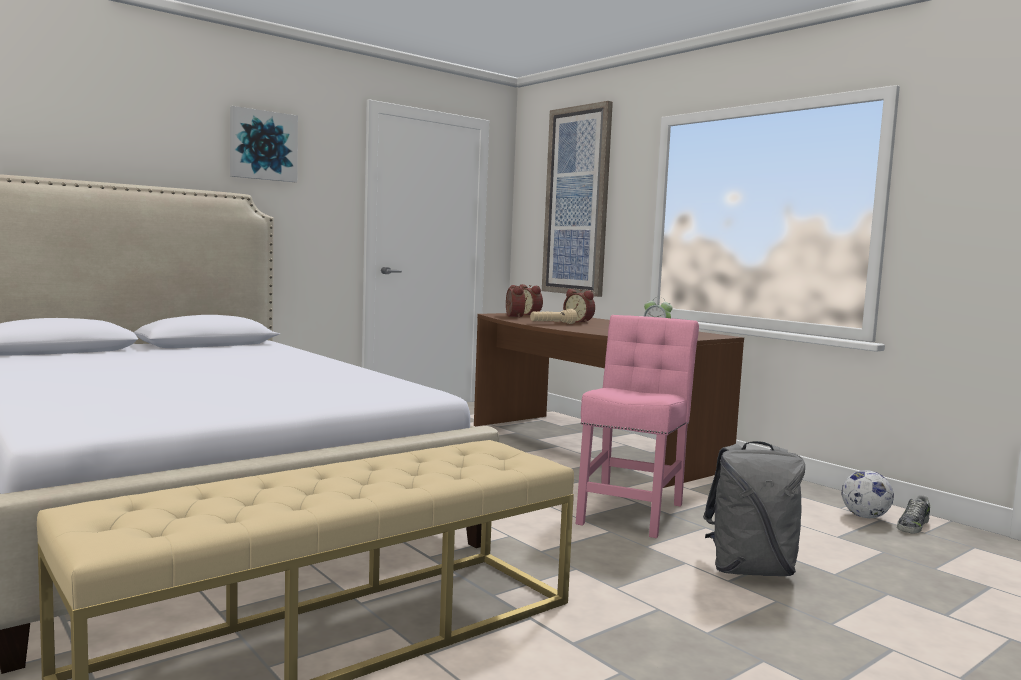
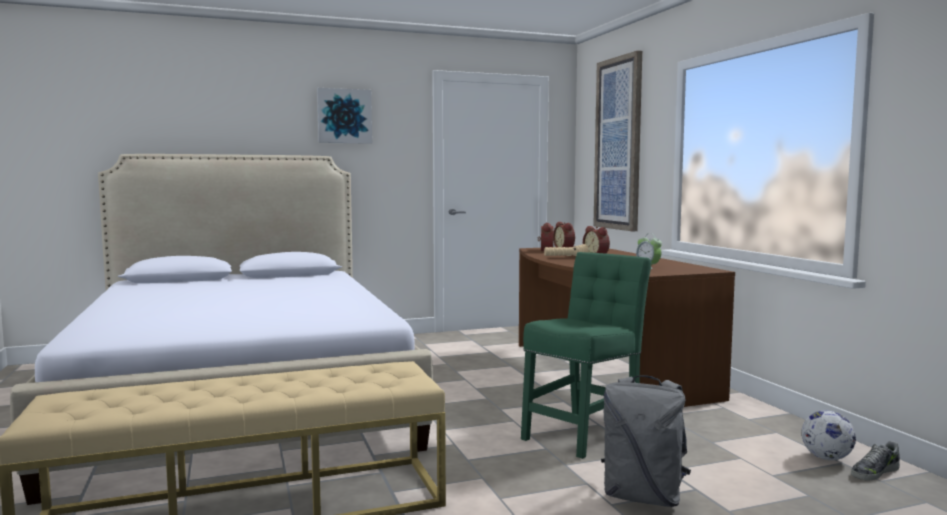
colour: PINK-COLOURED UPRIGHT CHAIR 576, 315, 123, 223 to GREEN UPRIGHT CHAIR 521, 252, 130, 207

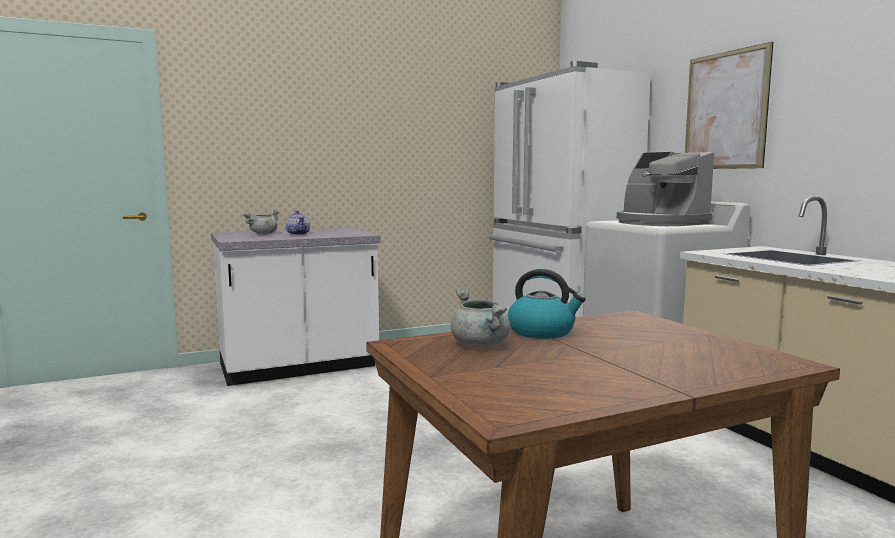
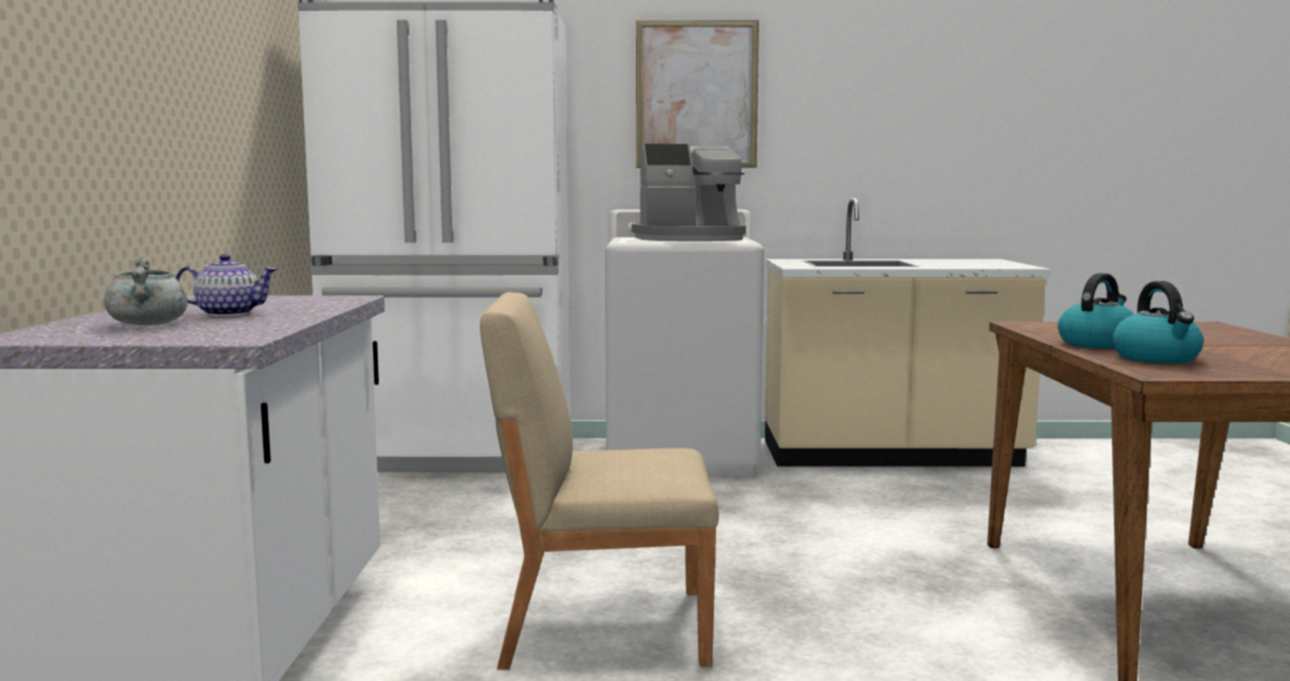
appeared: SAND-COLOURED UPRIGHT CHAIR 480, 292, 239, 378
exchanged: GREY SAUCEPOT 451, 289, 59, 57 to WATER KETTLE 1112, 281, 92, 83

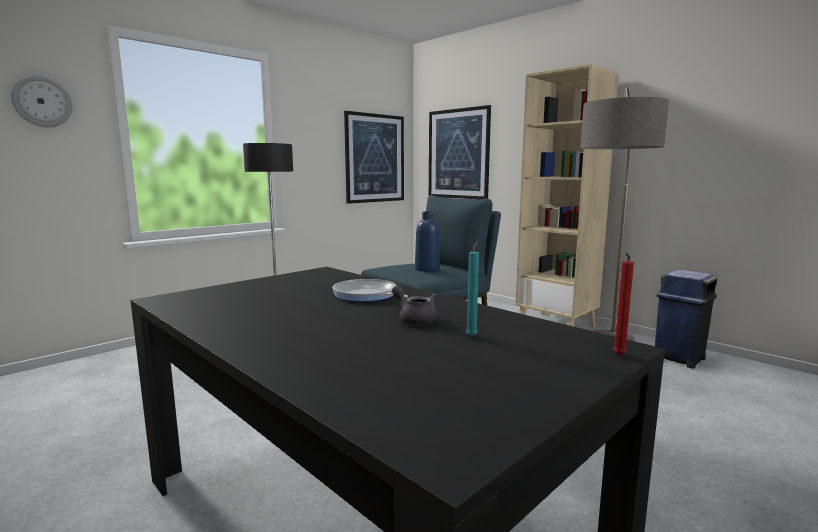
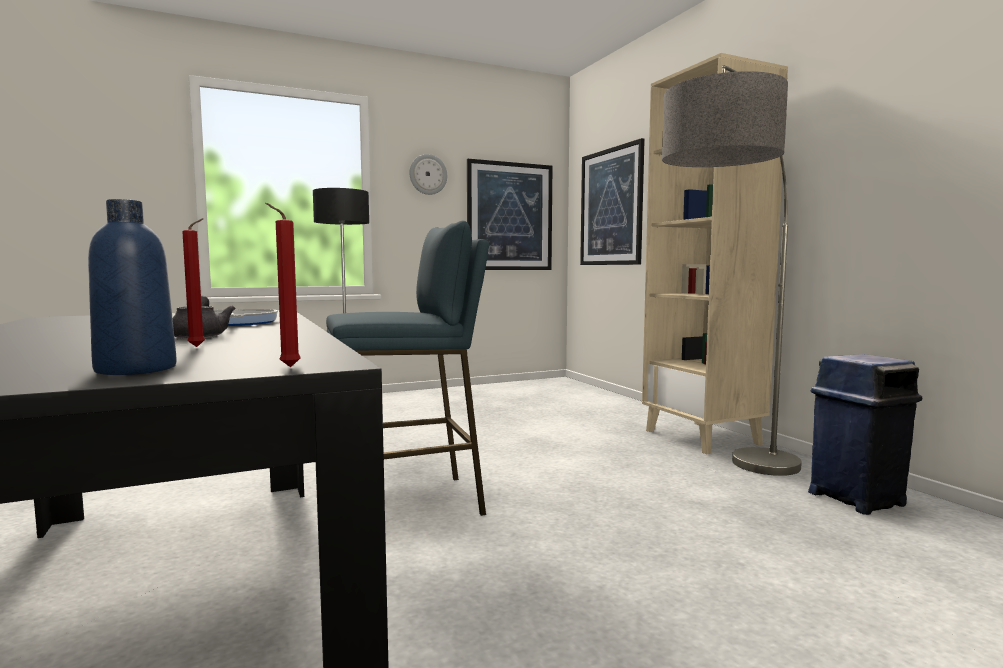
relocated: HANGING CLOCK 11, 75, 62, 52 to 410, 154, 37, 41; BLUE BEVERAGE BOTTLE 415, 211, 25, 61 to 88, 199, 89, 176
colour: TURQUOISE-COLOURED WAX CANDLE 466, 241, 13, 96 to REDDISH WAX CANDLE 182, 218, 23, 129

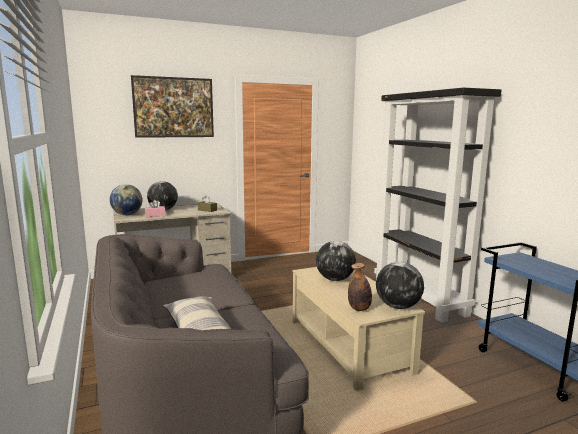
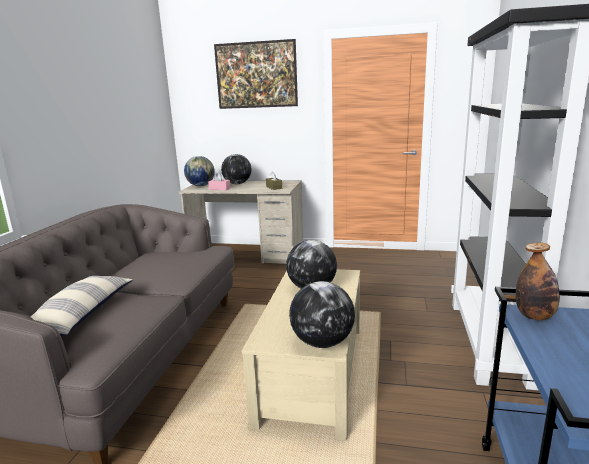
relocated: BEVERAGE BOTTLE 348, 263, 24, 48 to 516, 242, 44, 78

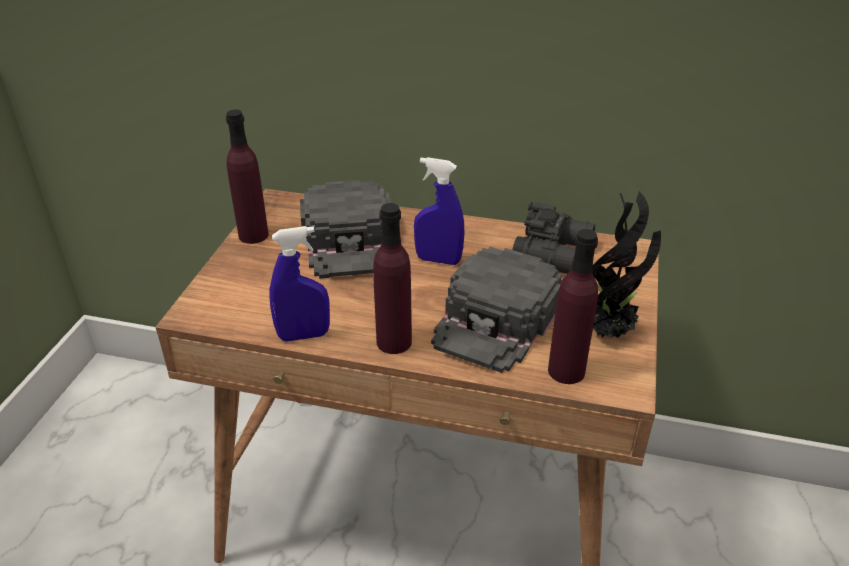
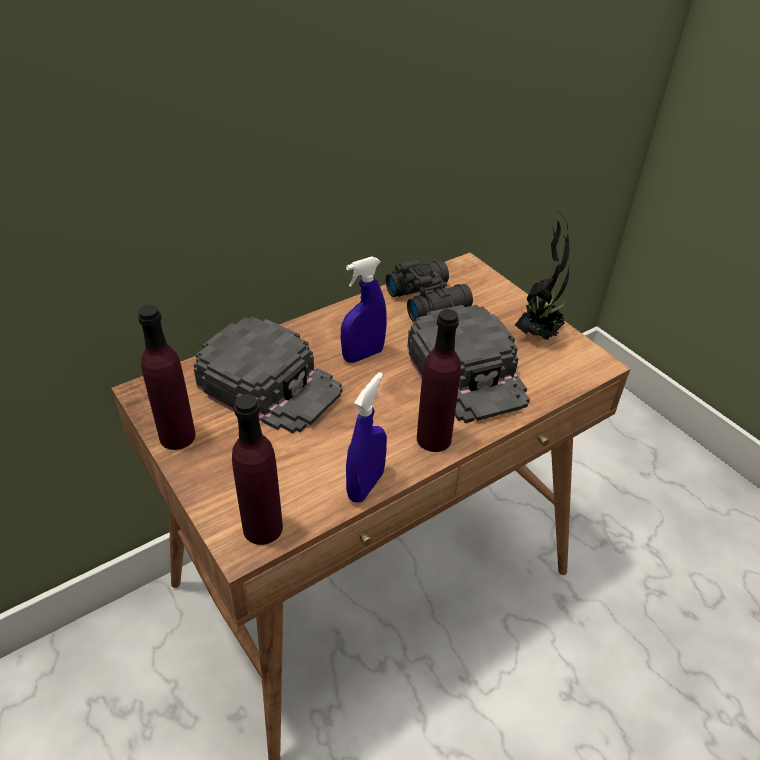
relocated: PURPLE-COLOURED BEVERAGE BOTTLE 548, 229, 50, 155 to 232, 394, 51, 151

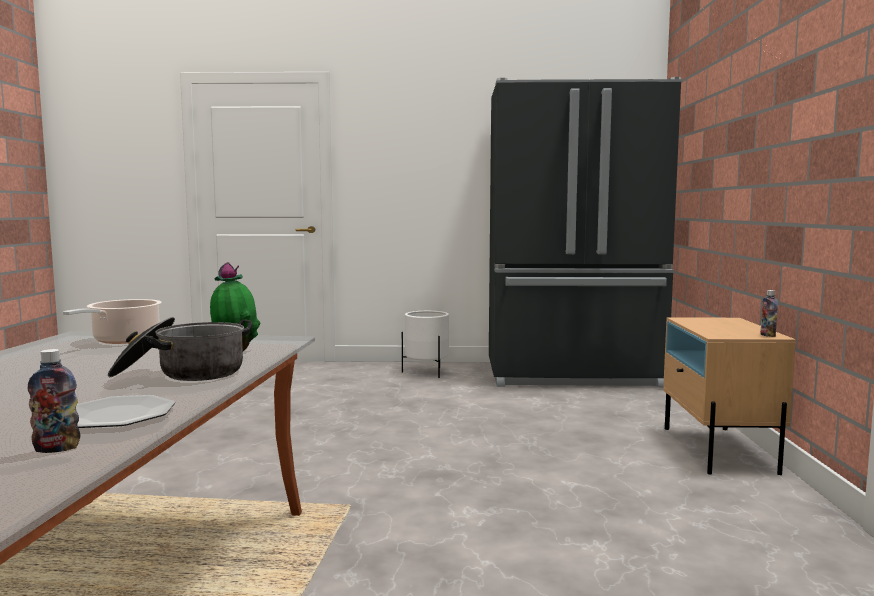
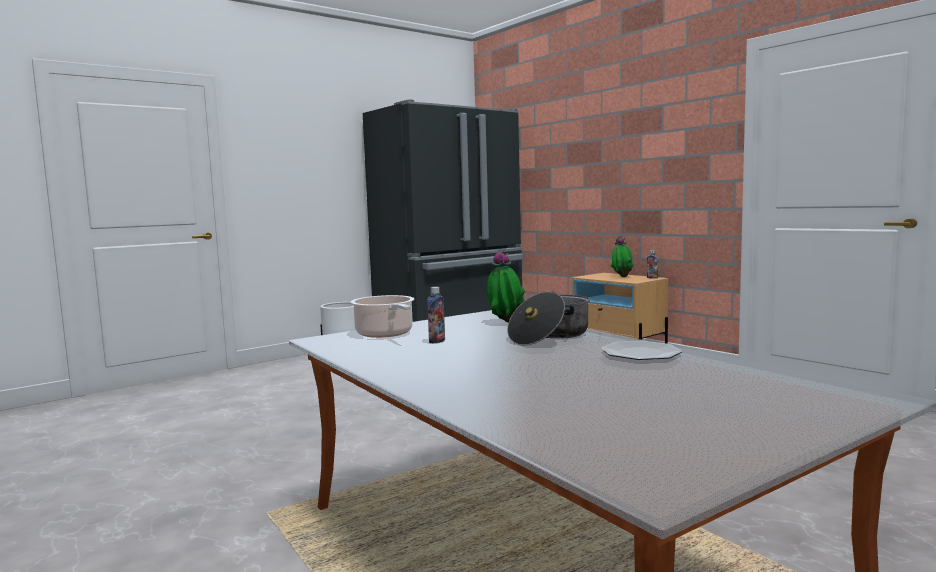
appeared: HOUSEPLANT 611, 236, 23, 41
relocated: BEVERAGE BOTTLE 28, 349, 52, 104 to 427, 287, 18, 56

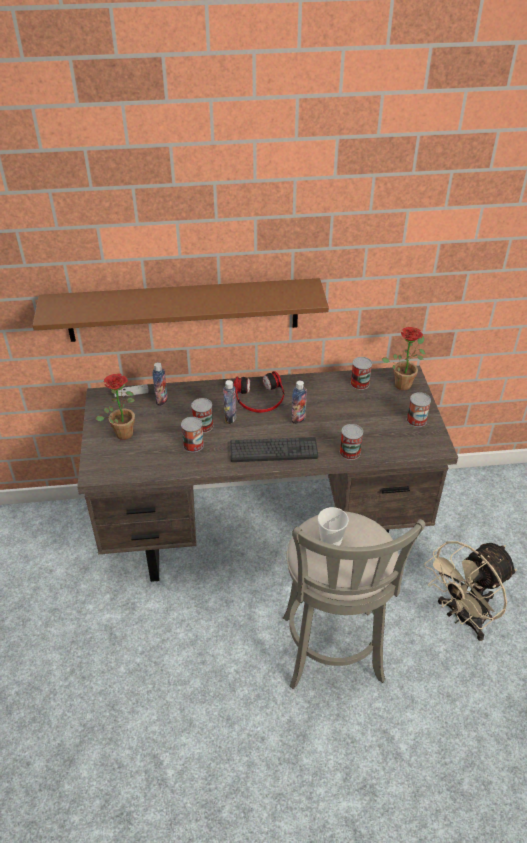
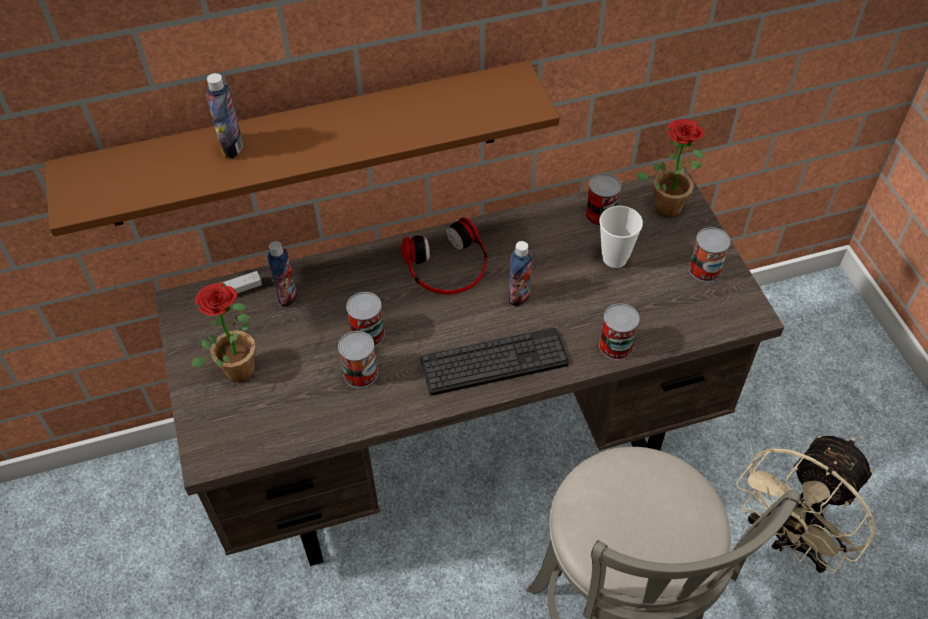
relocated: BEVERAGE BOTTLE 223, 380, 13, 44 to 206, 73, 37, 85; SMALL CUP 318, 507, 31, 39 to 600, 206, 43, 62

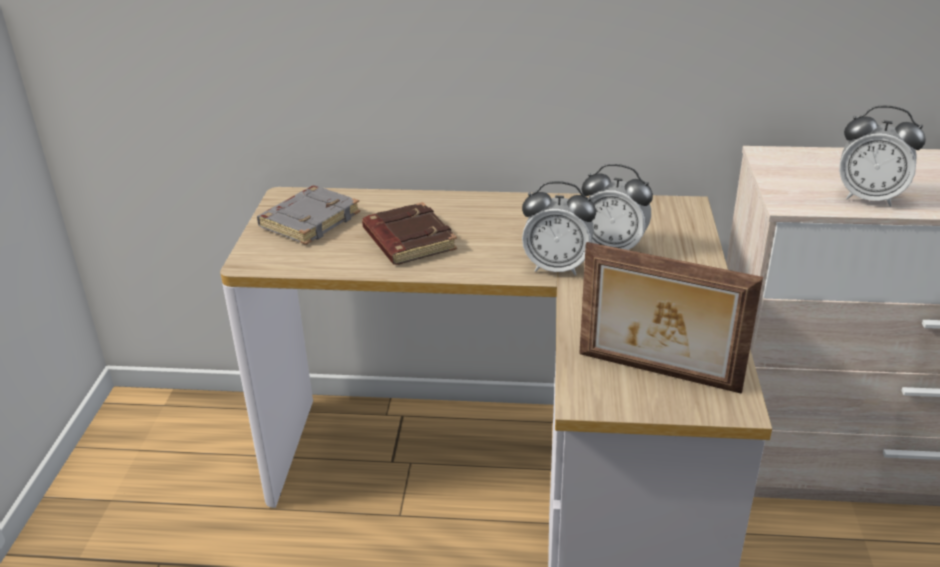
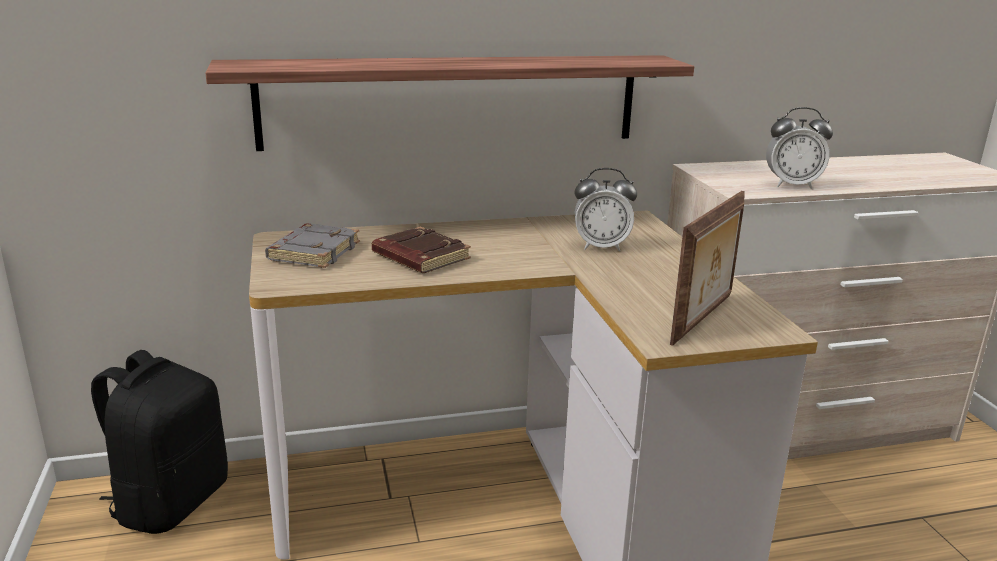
missing: ALARM CLOCK 522, 181, 74, 95
appeared: BLACKISH BACKPACK 91, 350, 137, 184; BRACKET SHELF 206, 55, 488, 96
spun: PICTURE FRAME 579, 242, 184, 152 = 670, 191, 75, 155 60 degrees counterclockwise

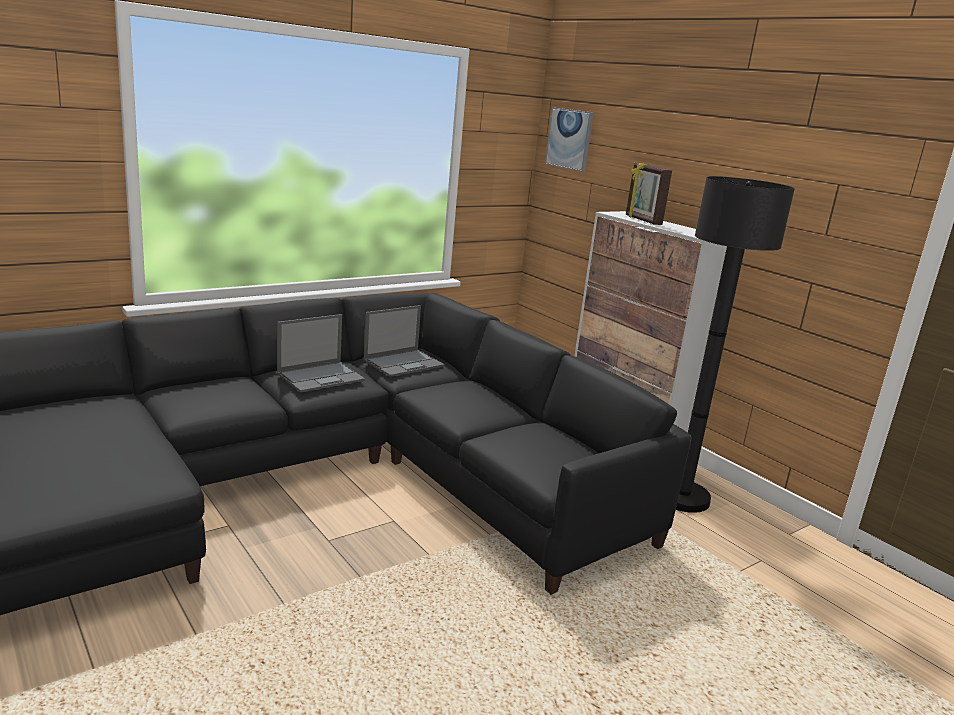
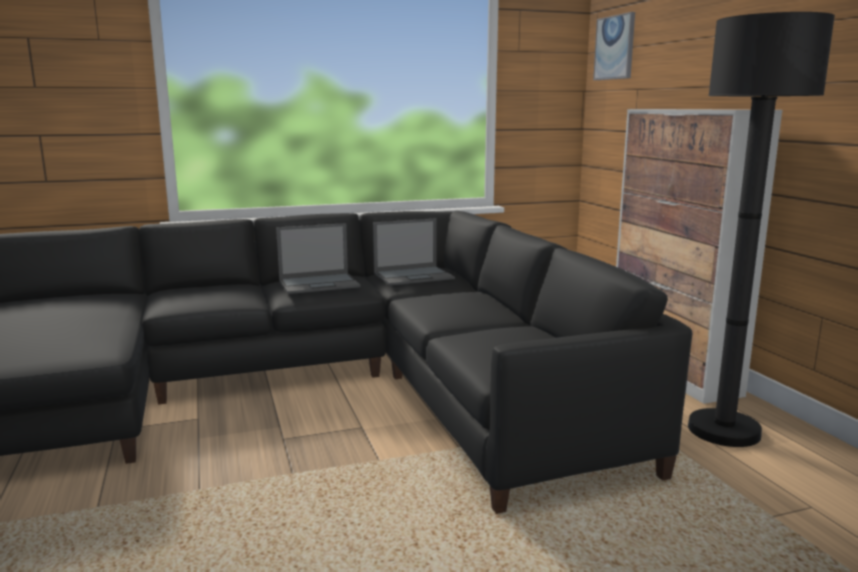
missing: PICTURE FRAME 626, 163, 46, 62

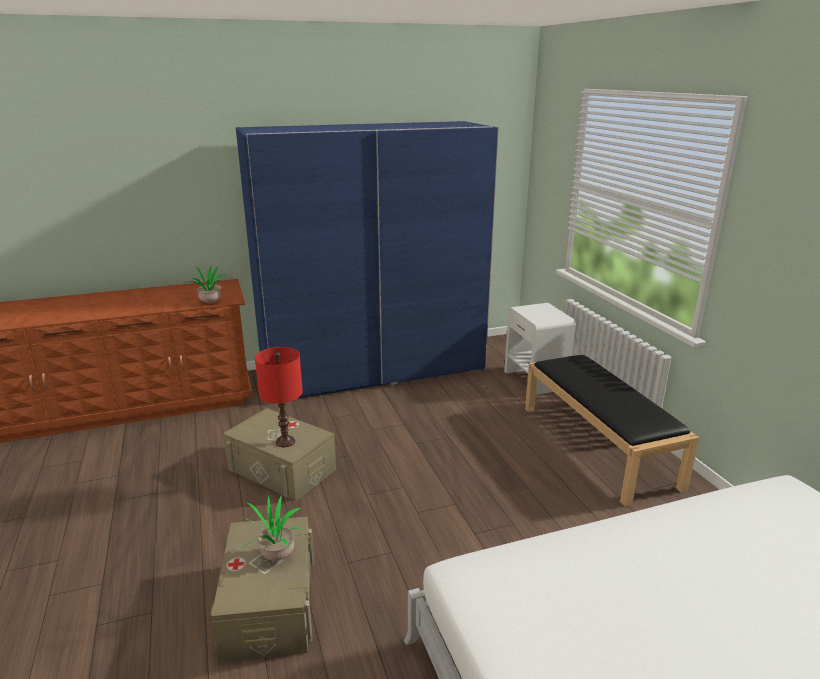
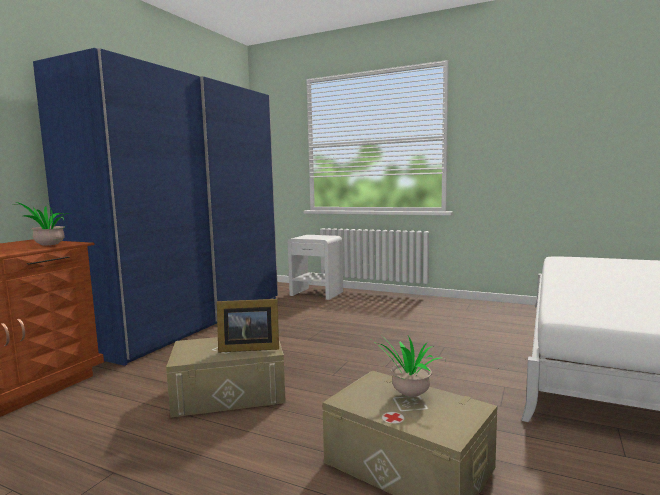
missing: BLACKISH LONG SEAT 525, 355, 174, 152
exchanged: REDDISH TABLE LAMP 255, 347, 48, 100 to PICTURE FRAME 217, 299, 62, 53

